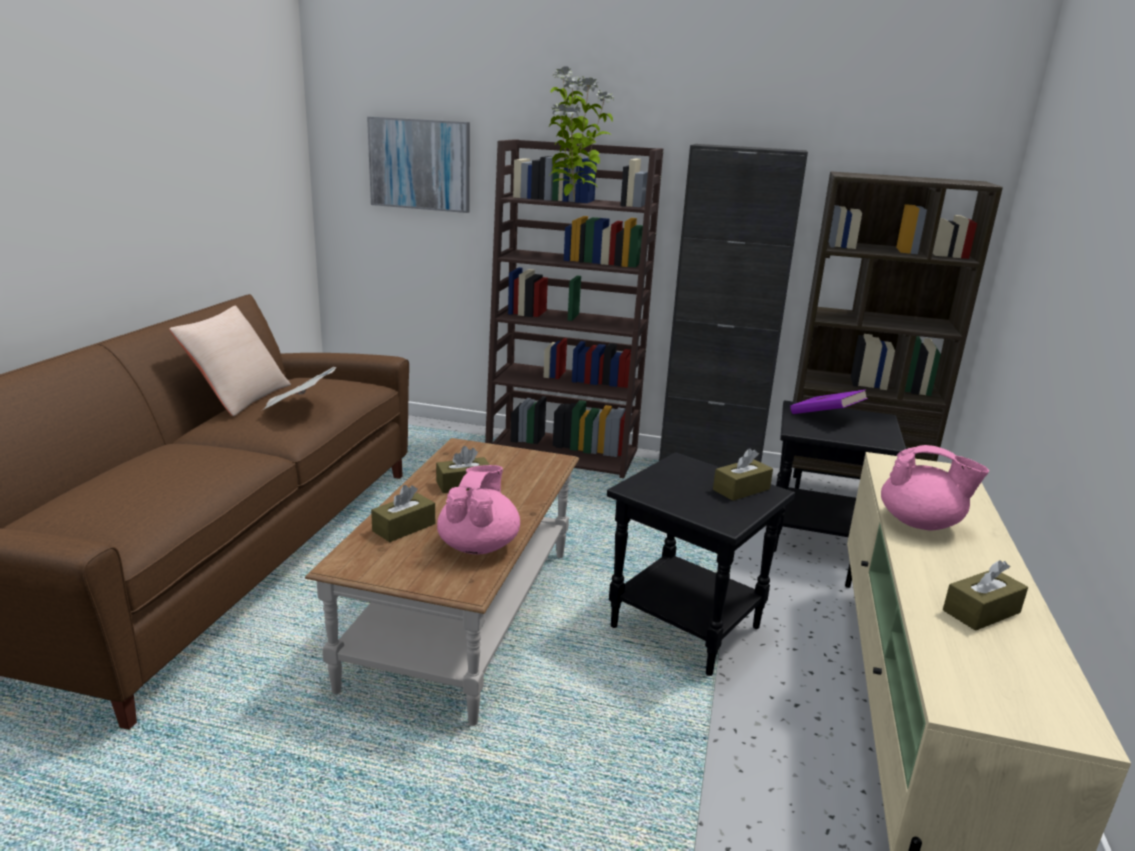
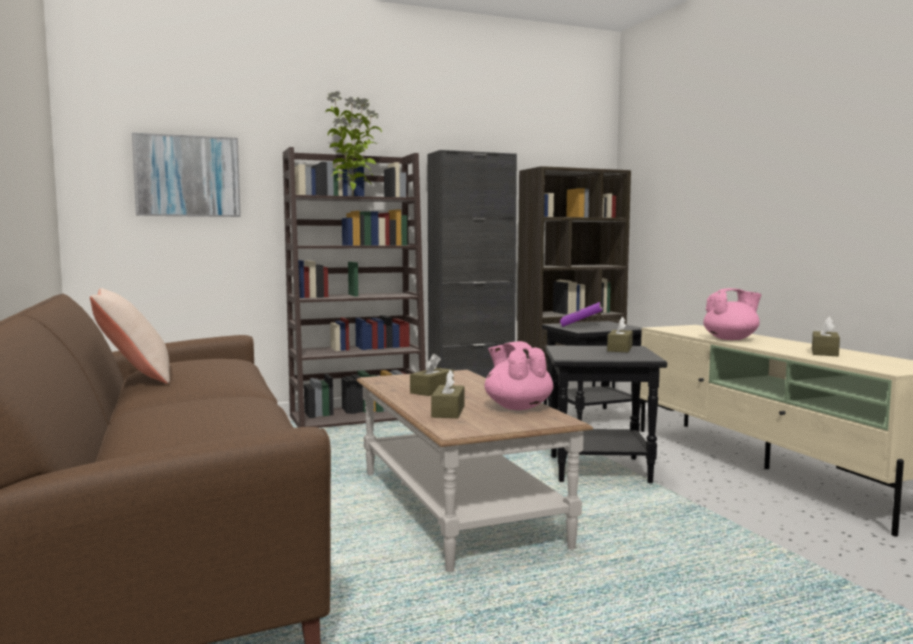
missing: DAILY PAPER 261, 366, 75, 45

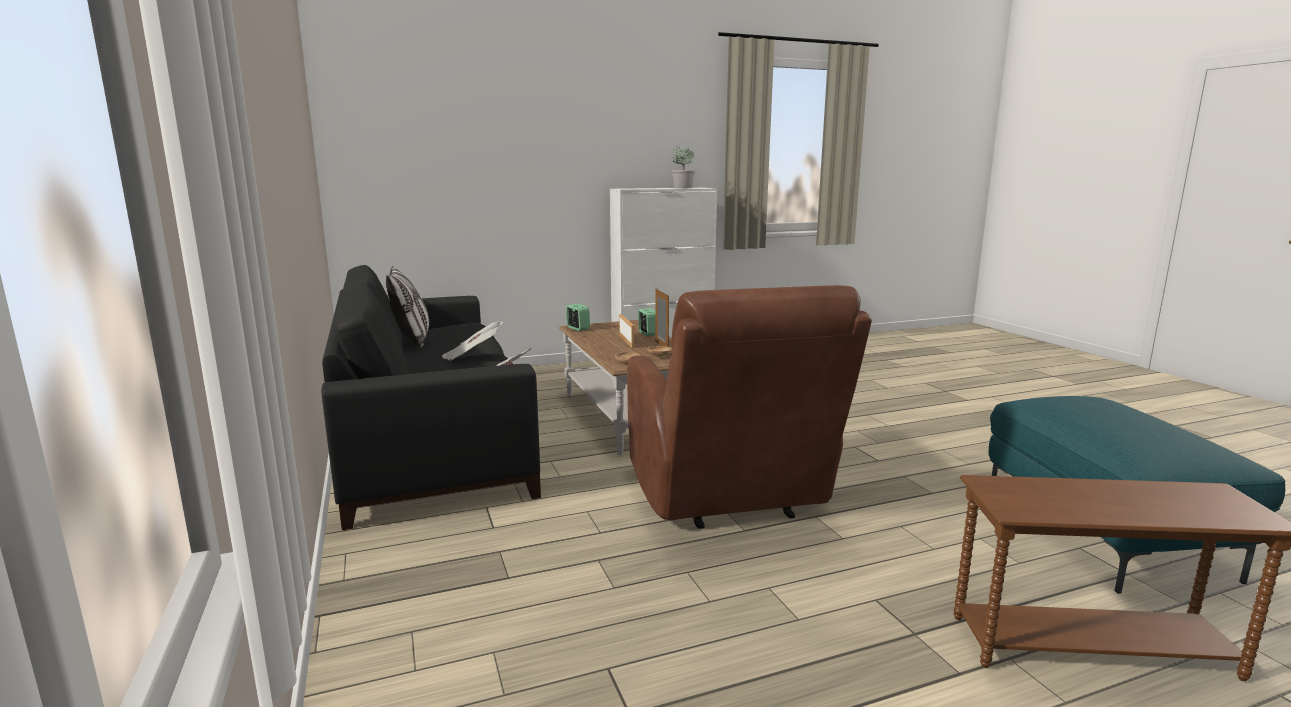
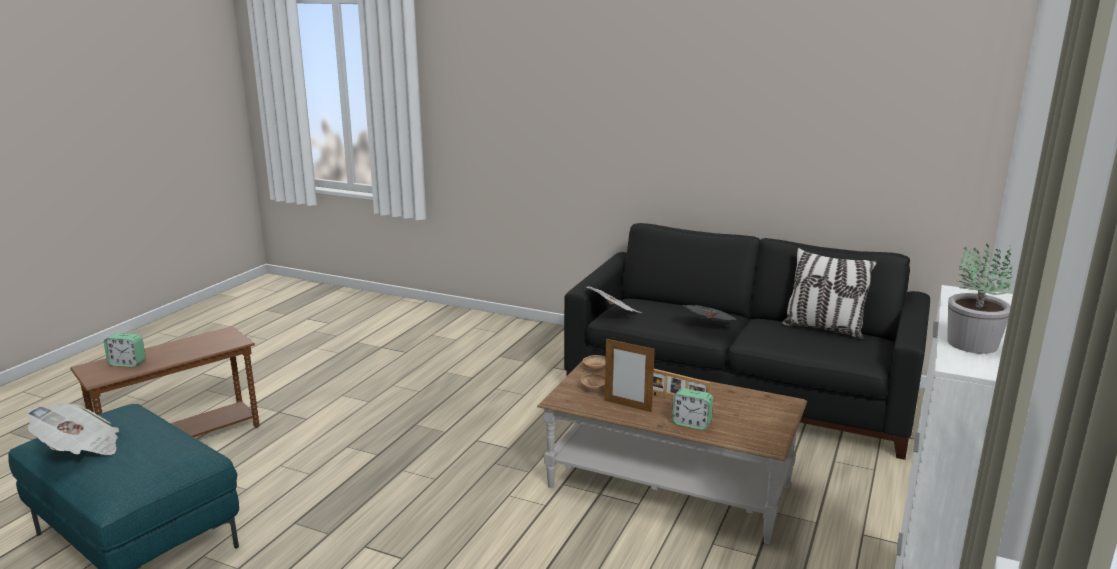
missing: BROWN-COLOURED EASY CHAIR 627, 285, 245, 244
appeared: DAILY PAPER 27, 403, 92, 52
relocated: ALARM CLOCK 566, 304, 24, 27 to 104, 333, 42, 34

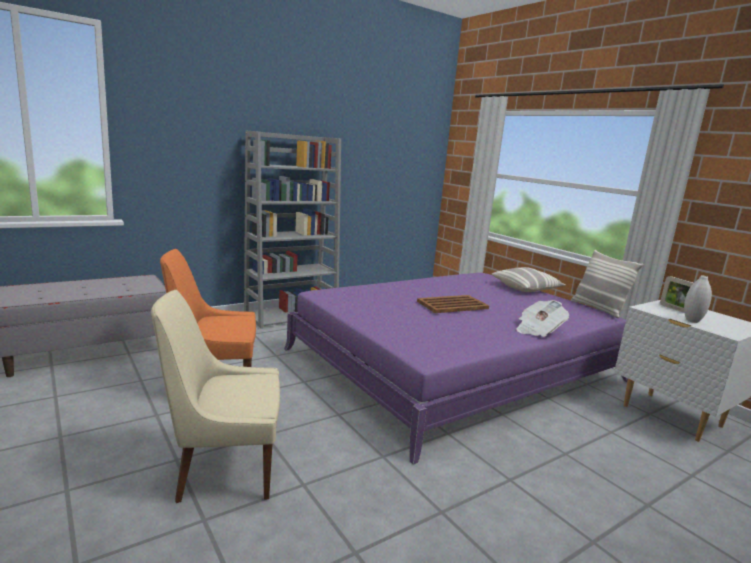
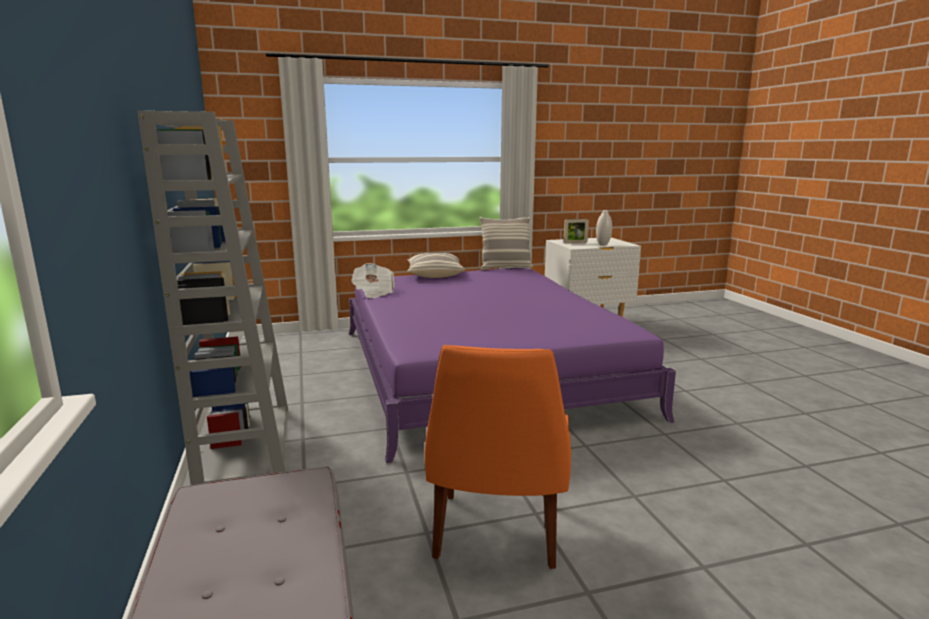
missing: SAND-COLOURED UPRIGHT CHAIR 151, 290, 129, 213; BROWN-COLOURED SERVING TRAY 417, 295, 72, 18
relocated: DAILY PAPER 516, 300, 53, 37 to 351, 263, 43, 35

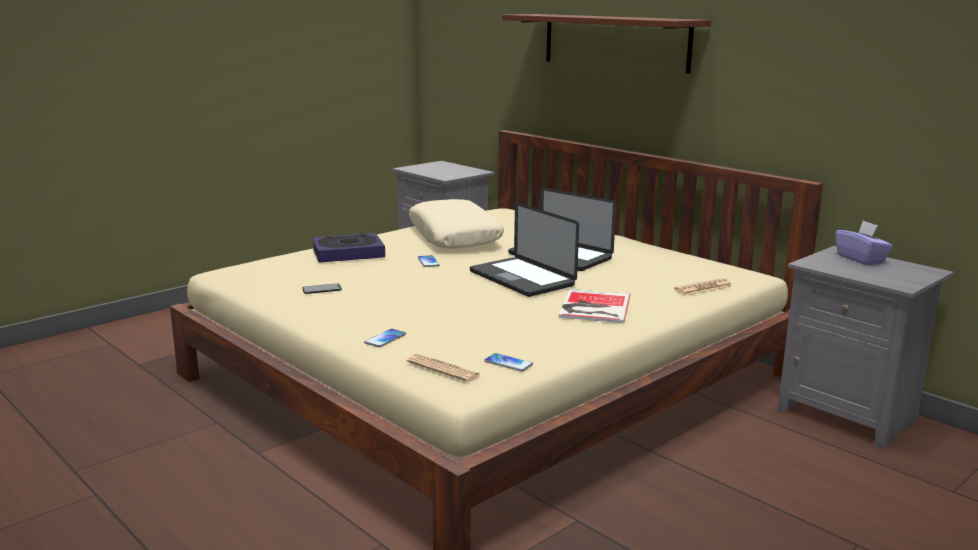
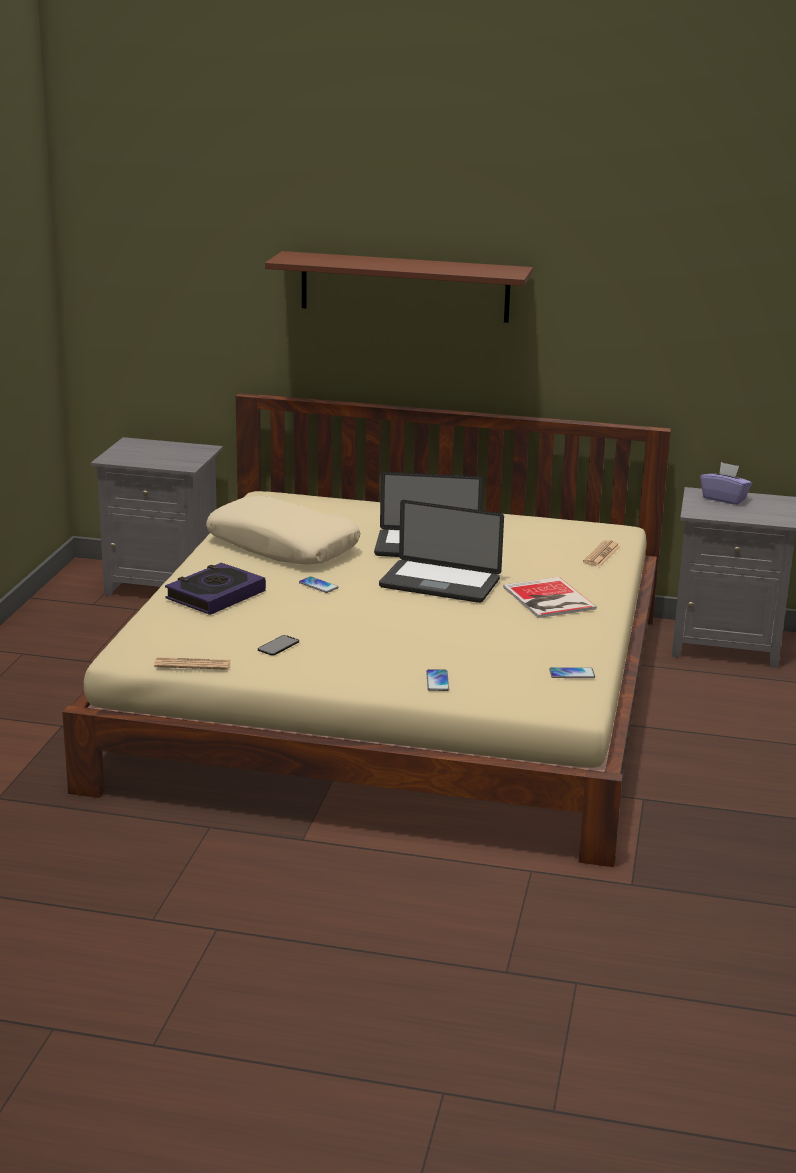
relocated: DAILY PAPER 407, 354, 73, 28 to 154, 657, 77, 13

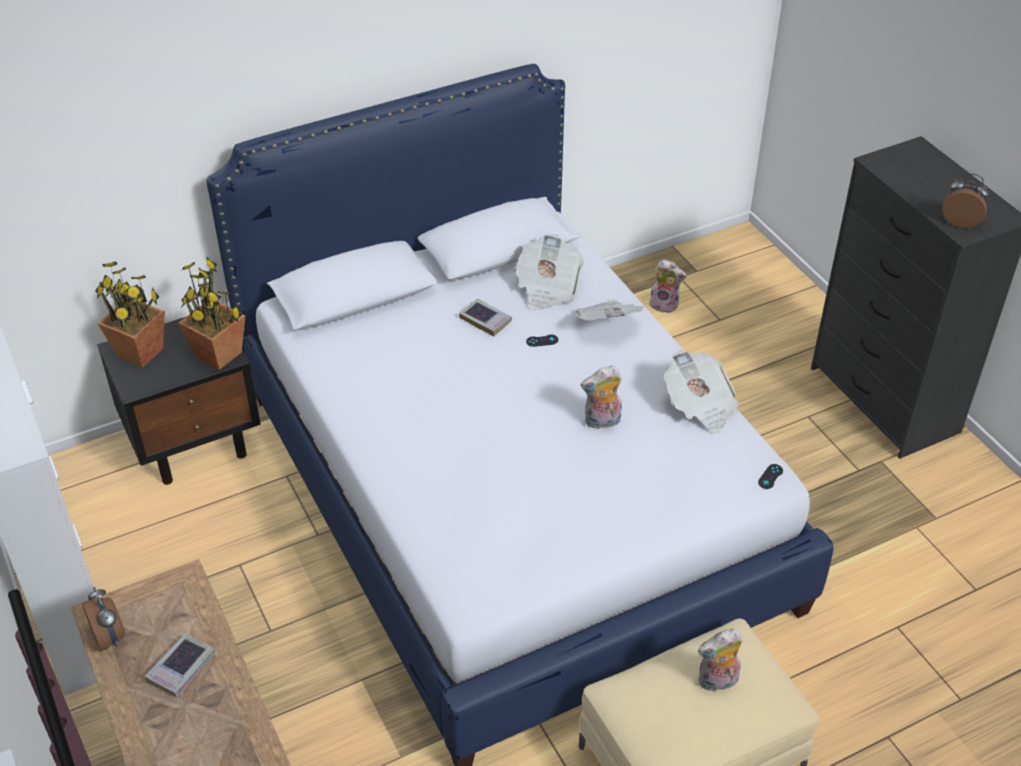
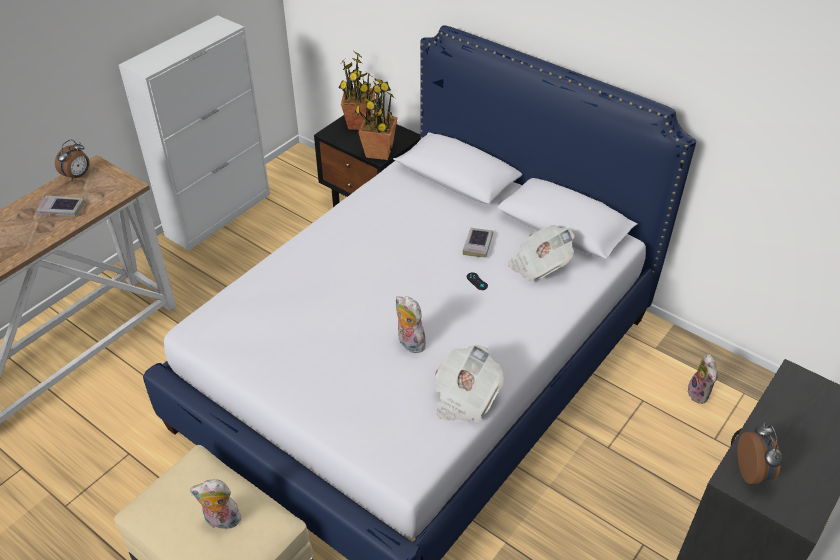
missing: DAILY PAPER 575, 300, 68, 21; BLACKISH GAMEPAD 758, 464, 25, 25
spun: SOFT TOY 698, 629, 44, 63 = 190, 479, 53, 50 45 degrees counterclockwise

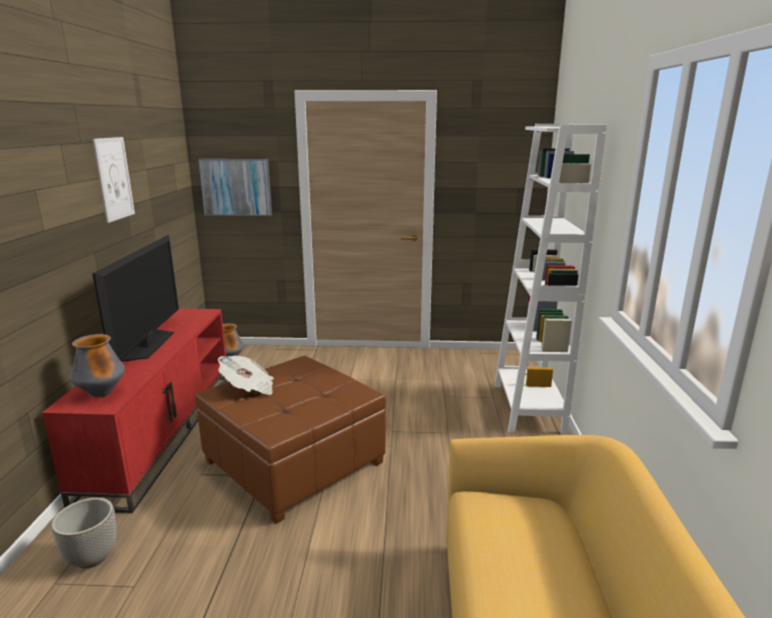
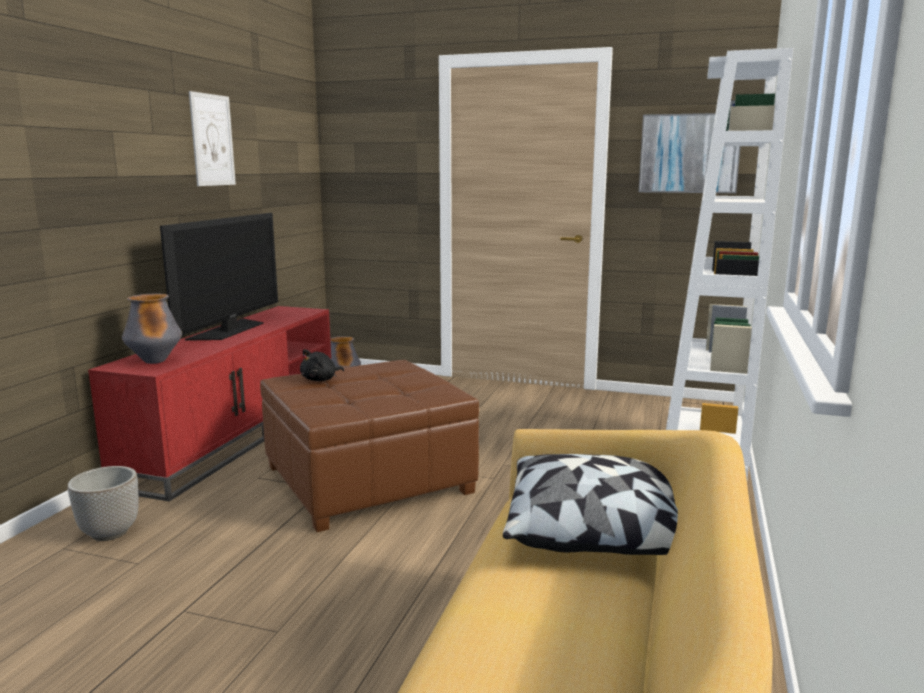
appeared: THROW PILLOW 503, 454, 175, 101
relocated: PICTURE 198, 159, 74, 57 to 639, 113, 102, 80
exchanged: DAILY PAPER 218, 356, 56, 39 to BLACKISH SOFT TOY 300, 349, 44, 32

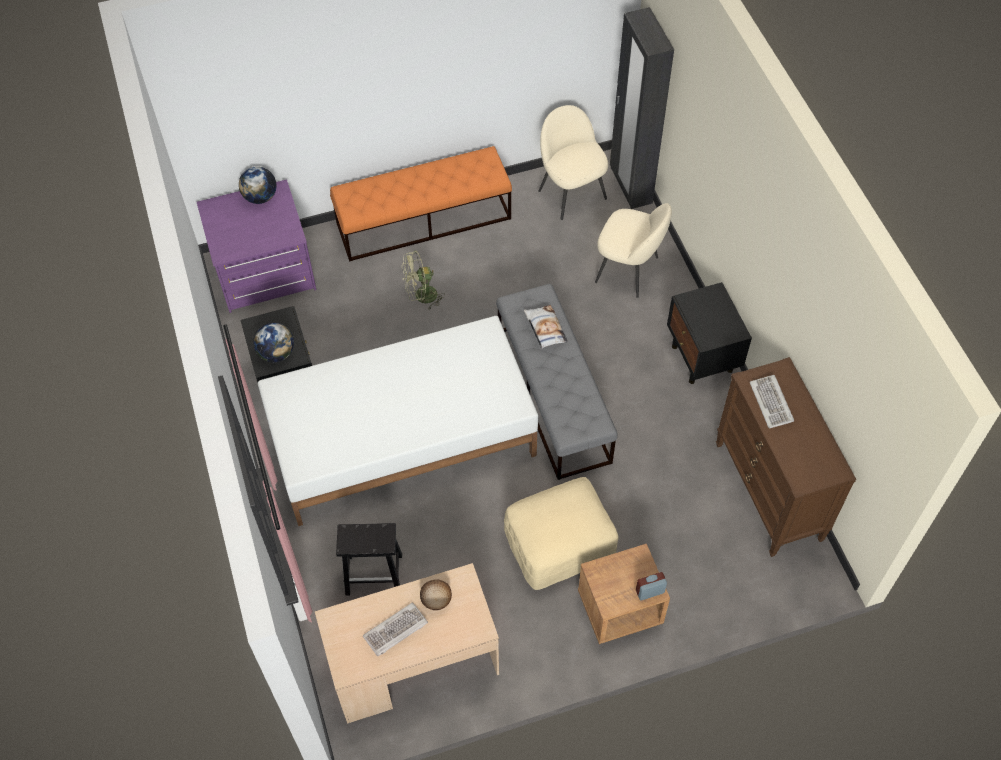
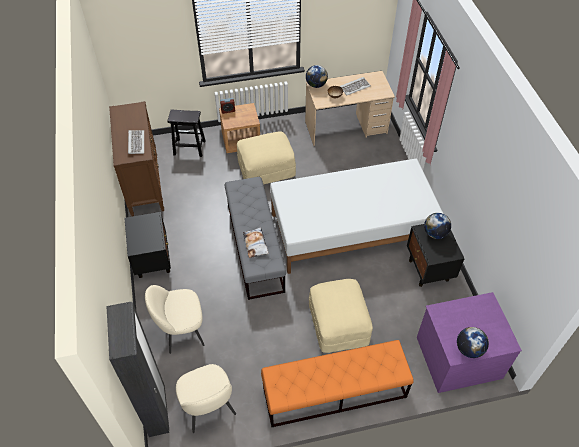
appeared: GLOBE 306, 65, 22, 23
relocated: BLACKISH STOOL SEAT 336, 523, 66, 73 to 168, 109, 38, 48
exchanged: GREEN COOLING FAN 402, 250, 43, 60 to SAND-COLOURED FOOTREST 309, 279, 64, 74
spun: SAND-COLOURED UPRIGHT CHAIR 595, 203, 77, 95 = 145, 285, 60, 69 45 degrees counterclockwise

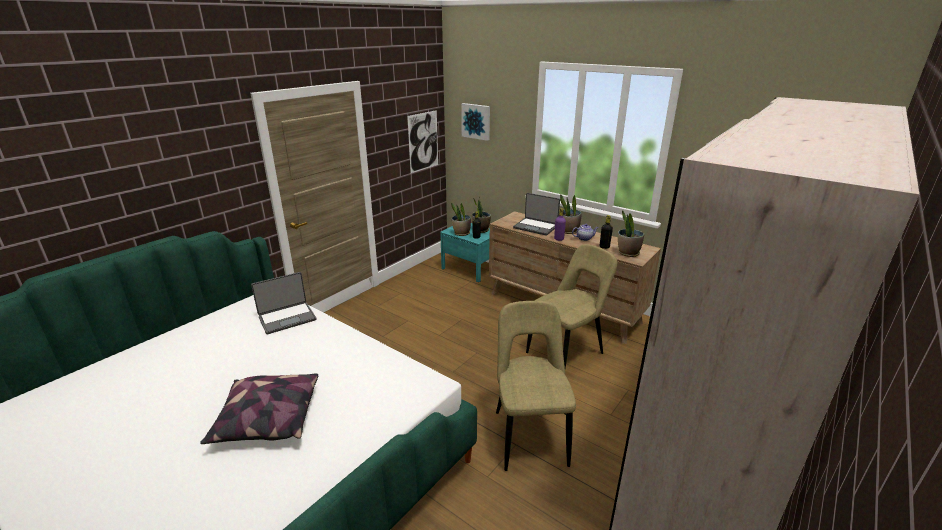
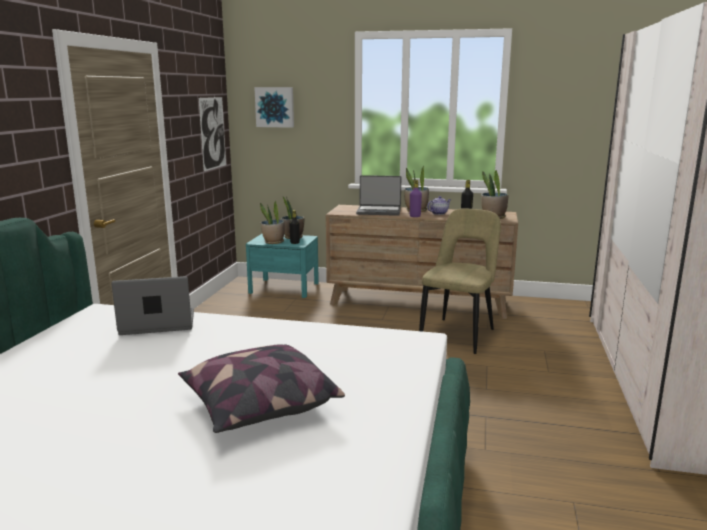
missing: SAND-COLOURED UPRIGHT CHAIR 496, 301, 80, 170
spun: LAPTOP 251, 272, 65, 62 = 111, 276, 83, 59 135 degrees counterclockwise

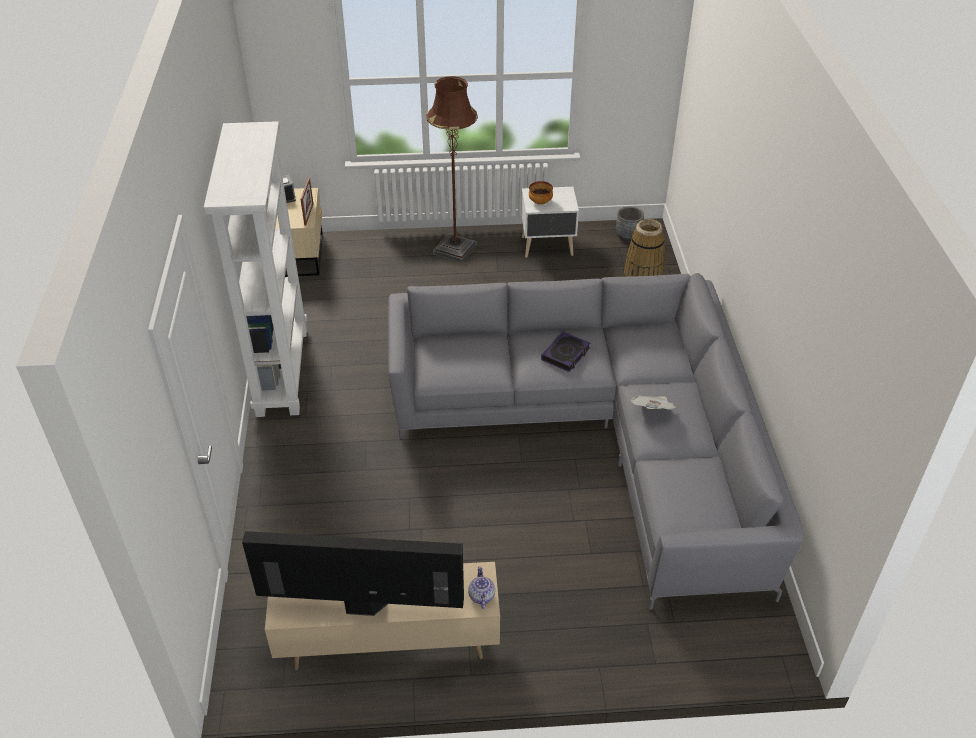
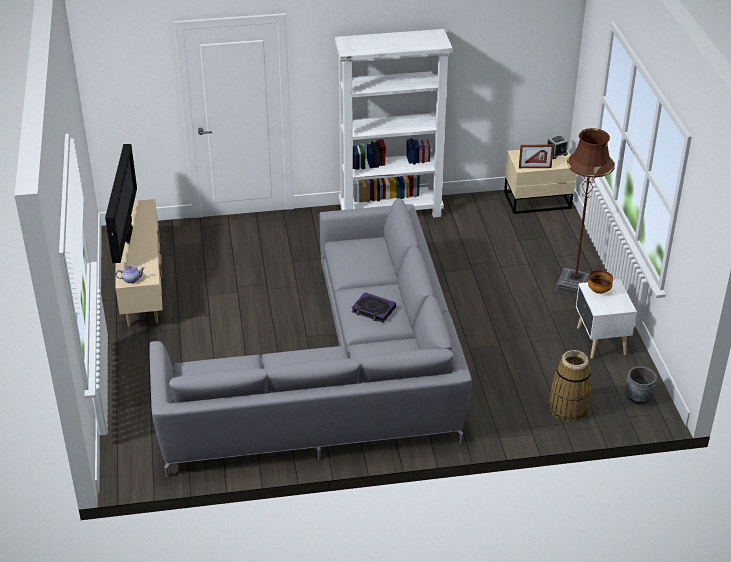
missing: DAILY PAPER 631, 395, 46, 15

